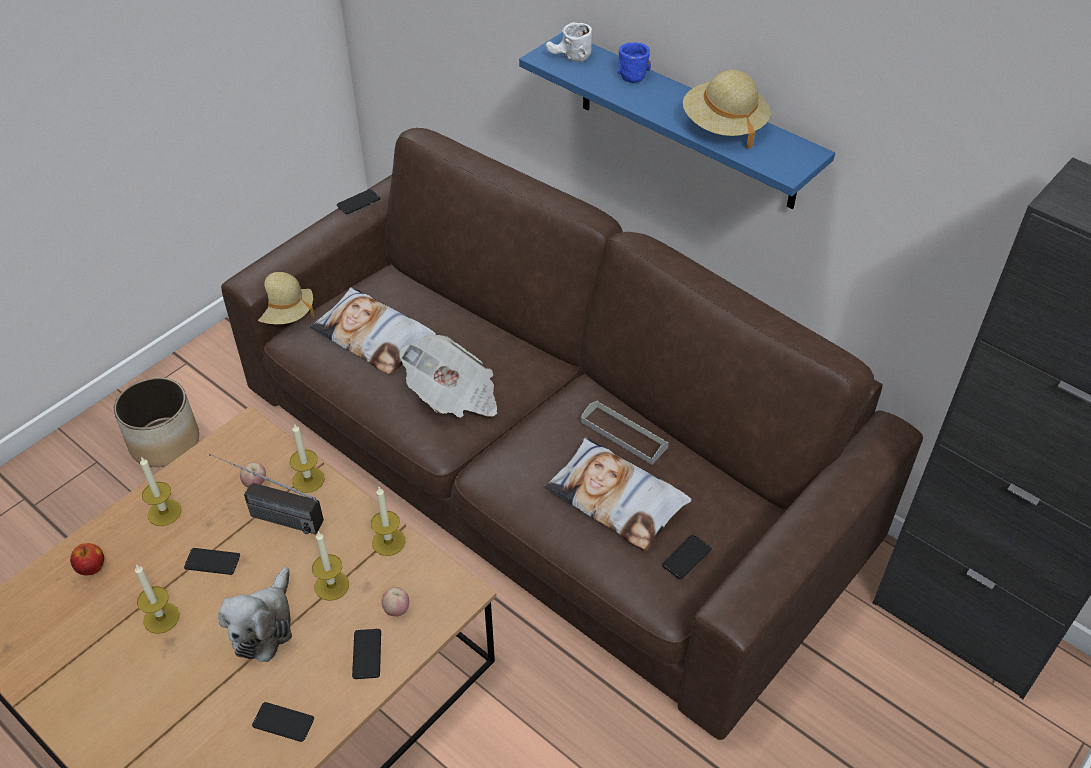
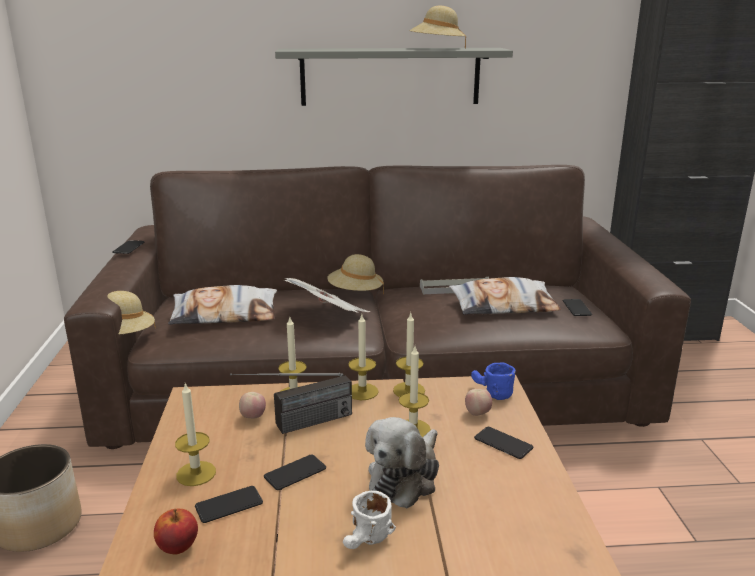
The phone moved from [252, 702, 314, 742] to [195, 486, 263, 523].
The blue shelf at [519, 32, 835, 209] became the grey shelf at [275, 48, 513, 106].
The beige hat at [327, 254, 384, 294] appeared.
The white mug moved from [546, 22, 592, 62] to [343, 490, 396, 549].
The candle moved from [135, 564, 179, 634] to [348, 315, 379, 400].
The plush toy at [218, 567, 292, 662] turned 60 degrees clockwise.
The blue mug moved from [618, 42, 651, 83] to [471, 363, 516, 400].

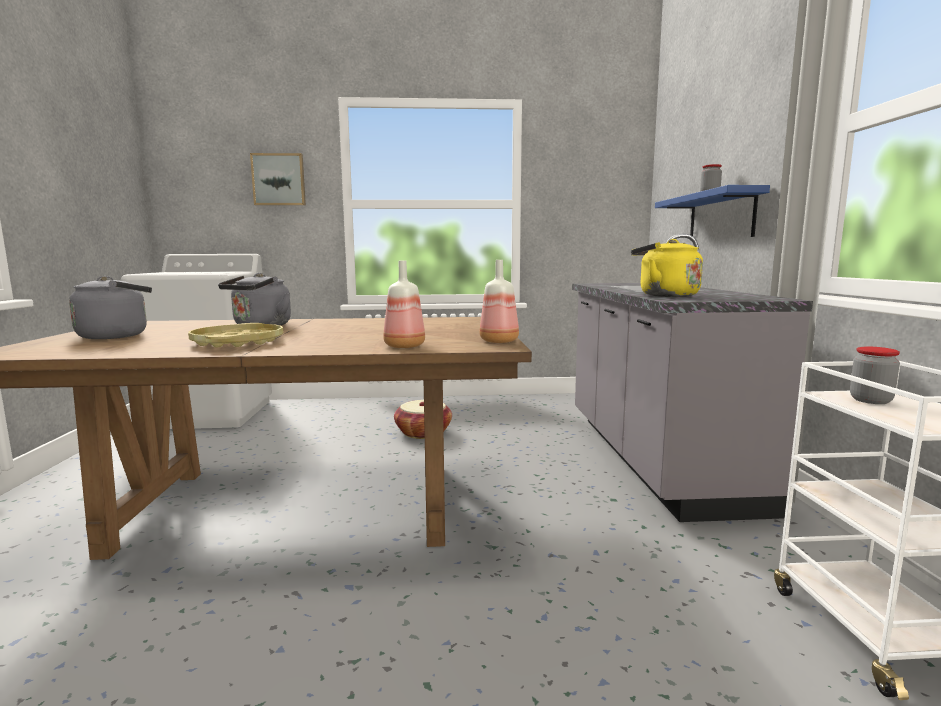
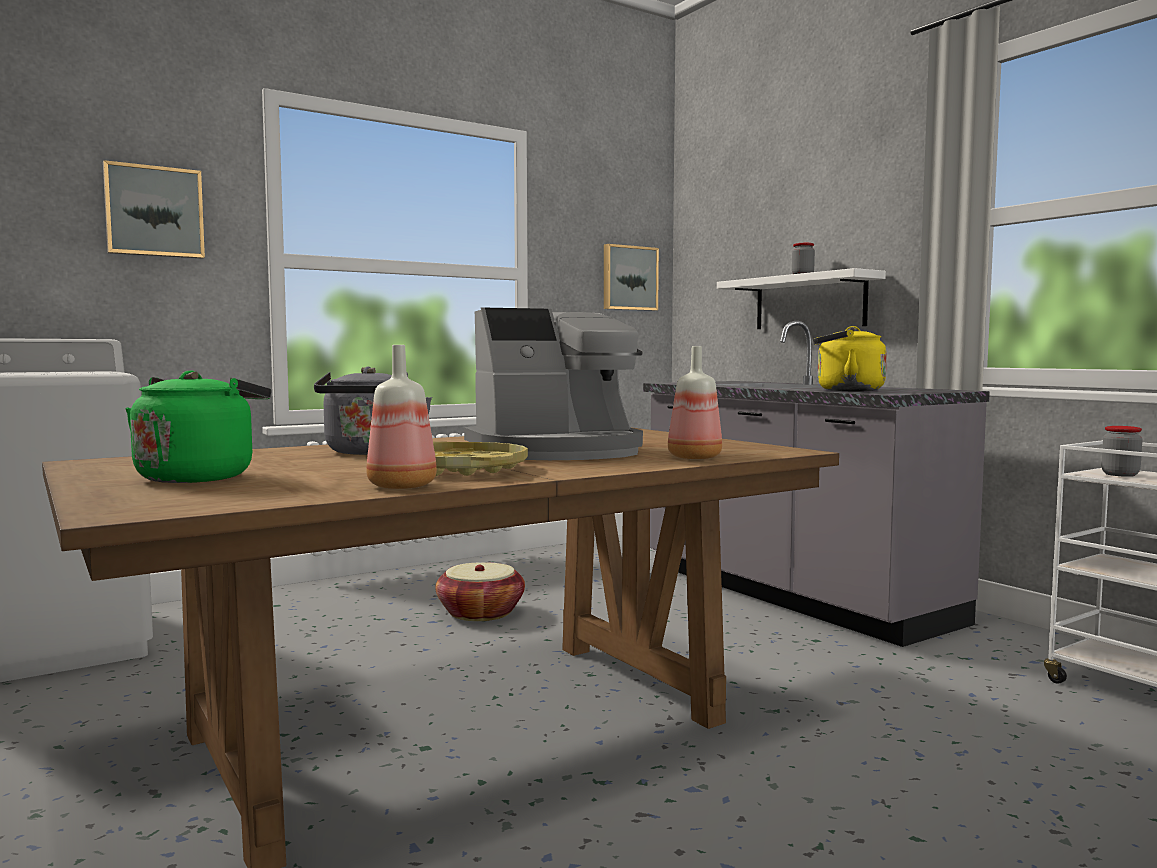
The grey kettle at [69, 276, 152, 339] became the green kettle at [125, 371, 271, 483].
The bottle moved from [480, 260, 519, 343] to [366, 345, 437, 489].
The coffee machine at [464, 307, 643, 460] appeared.
The picture at [604, 244, 659, 311] appeared.
The blue shelf at [655, 185, 770, 237] became the white shelf at [717, 268, 886, 329].

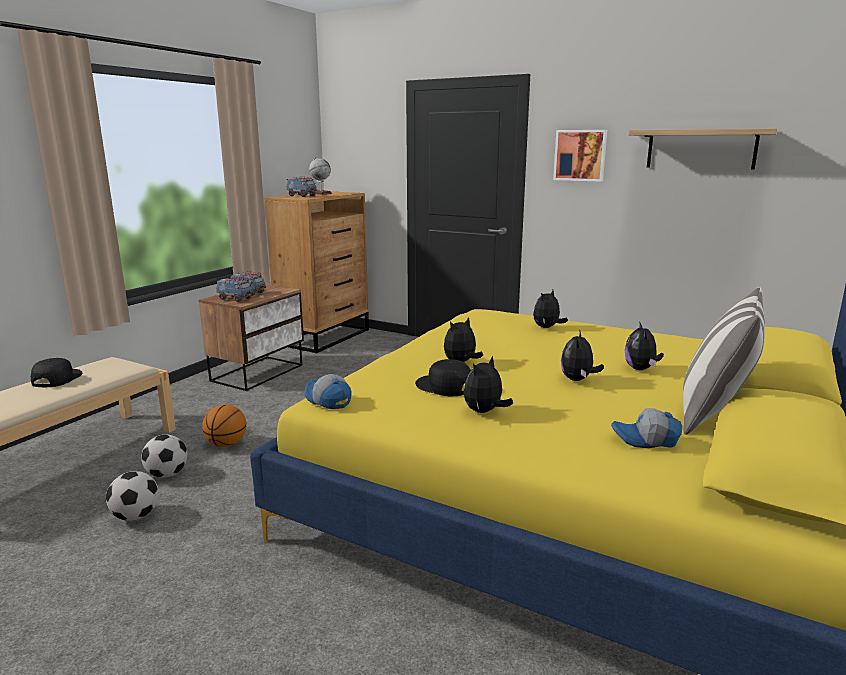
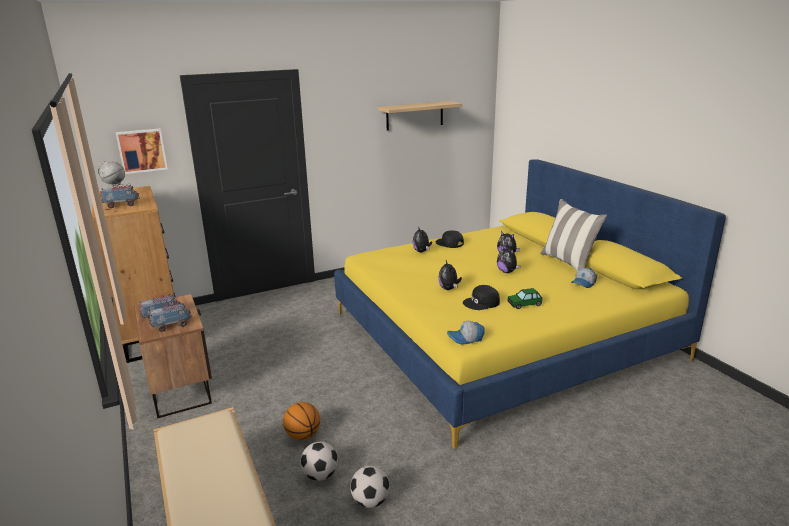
The picture moved from [553, 130, 607, 182] to [116, 128, 168, 174].
The black cap moved from [31, 358, 82, 387] to [436, 231, 464, 248].
The plush toy at [464, 355, 513, 413] was replaced by the toy car at [507, 288, 543, 309].

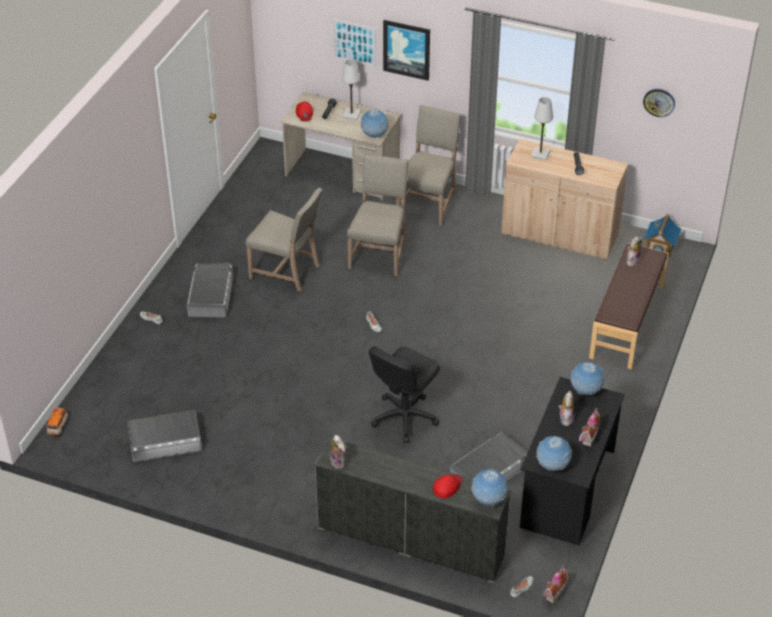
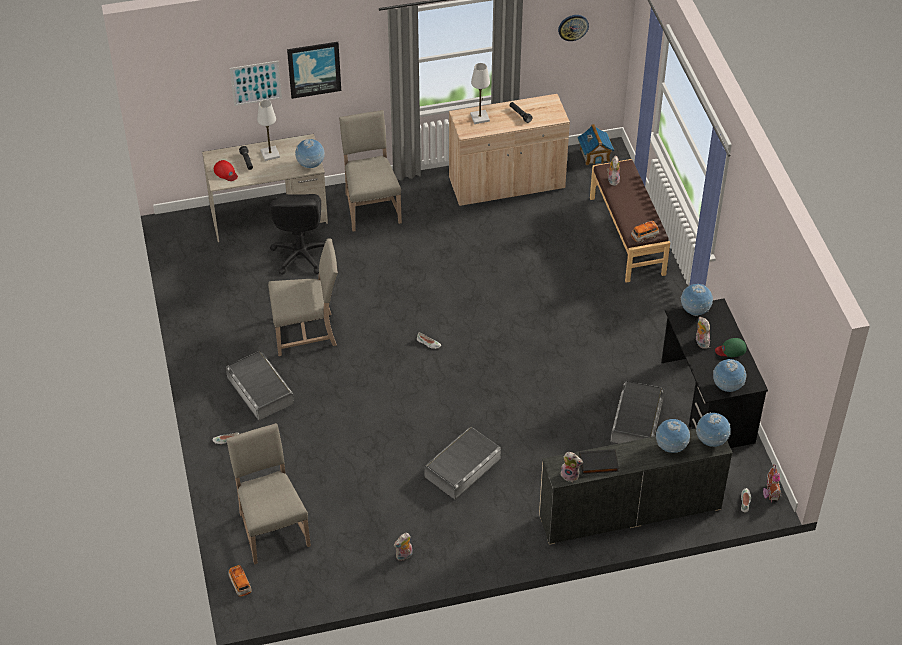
The beige chair moved from [347, 154, 408, 276] to [226, 423, 311, 564].
The black office chair moved from [369, 346, 440, 443] to [270, 194, 325, 274].
The plush toy at [394, 533, 413, 561] appeared.
The grey storage box moved from [127, 410, 202, 462] to [424, 427, 501, 499].
The black book at [579, 449, 619, 474] appeared.
The toy car at [631, 221, 659, 243] appeared.
The red cap at [433, 474, 463, 498] was replaced by the globe at [656, 419, 690, 453].
The toy house at [579, 408, 600, 447] was replaced by the green cap at [715, 338, 747, 357].

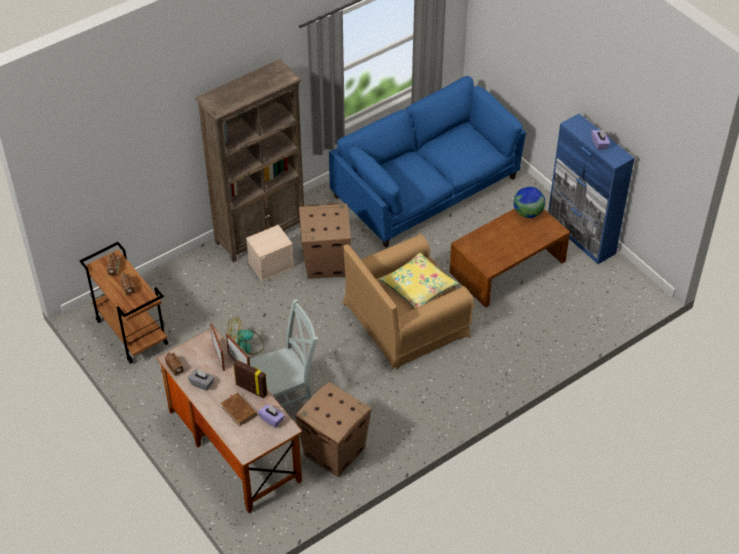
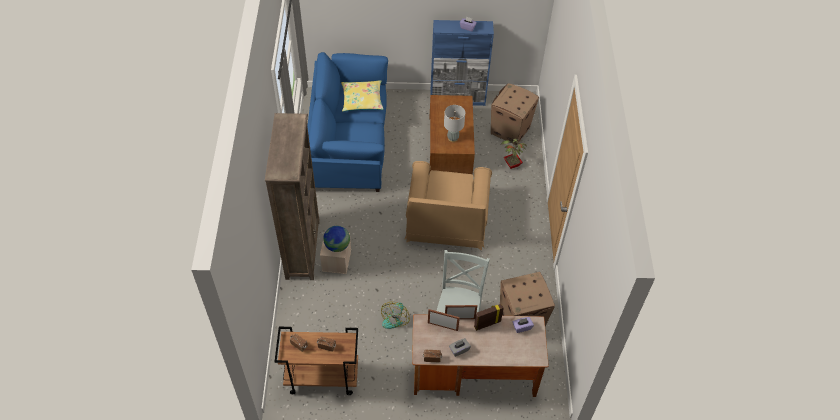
The globe moved from [514, 187, 545, 218] to [323, 226, 350, 252].
The yellow pillow moved from [379, 253, 458, 308] to [341, 80, 383, 112].
The grey table lamp at [444, 105, 465, 142] appeared.
The cardboard box moved from [299, 203, 351, 279] to [491, 83, 539, 145].
The potted plant at [501, 137, 527, 169] appeared.
The brown book at [221, 393, 257, 427] disappeared.

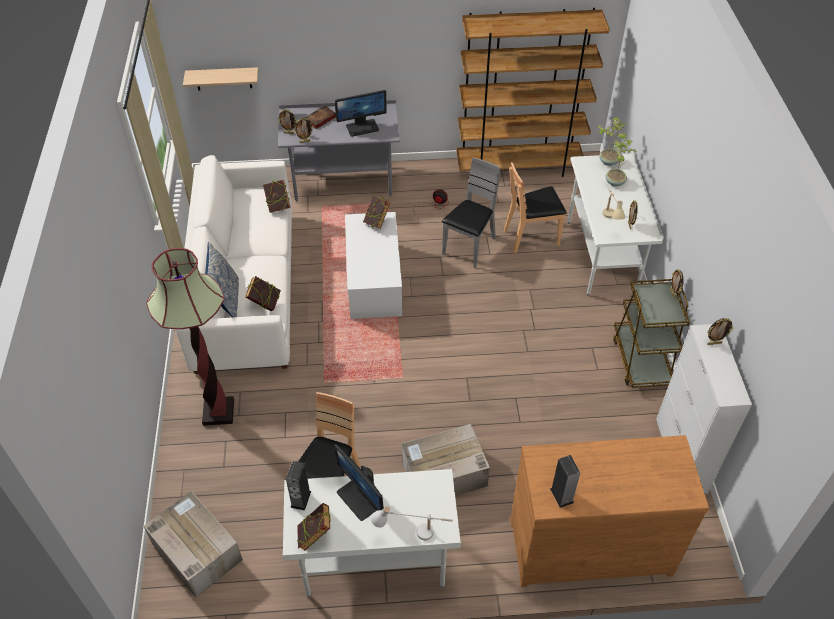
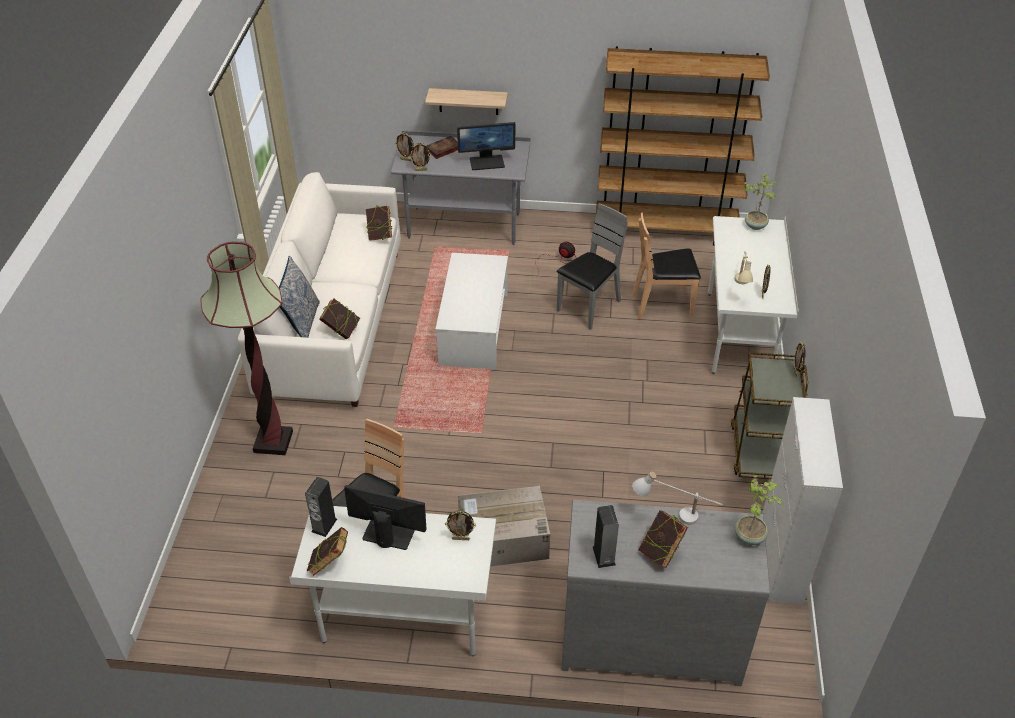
The monitor at [334, 444, 384, 521] turned 135 degrees clockwise.
The shelf moved from [183, 67, 258, 91] to [425, 88, 508, 115].
The picture frame moved from [707, 318, 734, 345] to [445, 510, 476, 540].
The brown dresser at [510, 435, 709, 587] became the grey dresser at [561, 500, 770, 686].
The white table lamp moved from [370, 506, 453, 540] to [632, 472, 722, 525].
The book moved from [363, 196, 390, 229] to [638, 510, 688, 568].
The potted plant moved from [606, 140, 636, 187] to [735, 475, 783, 545].
The cardboard box at [144, 491, 243, 597] disappeared.

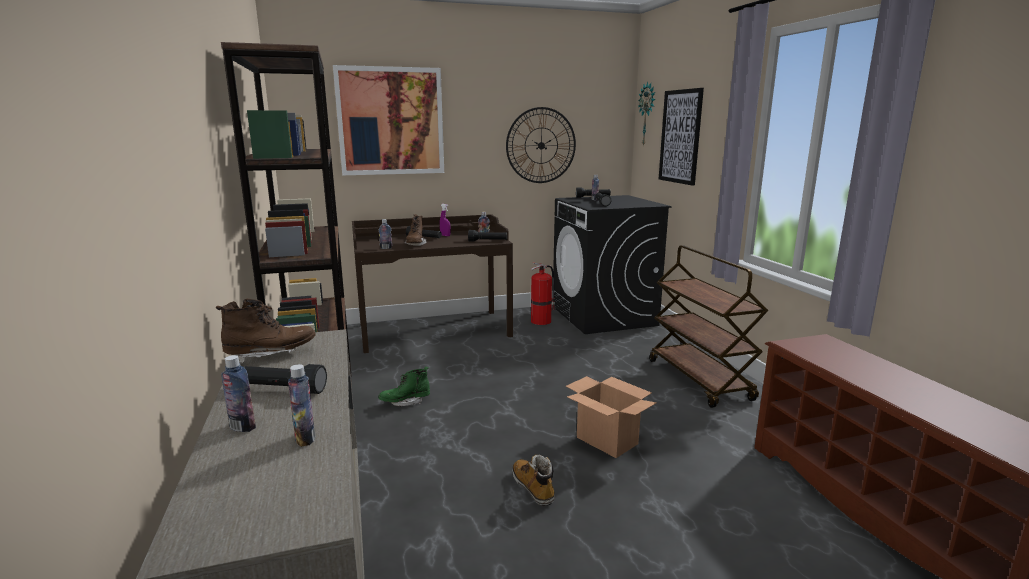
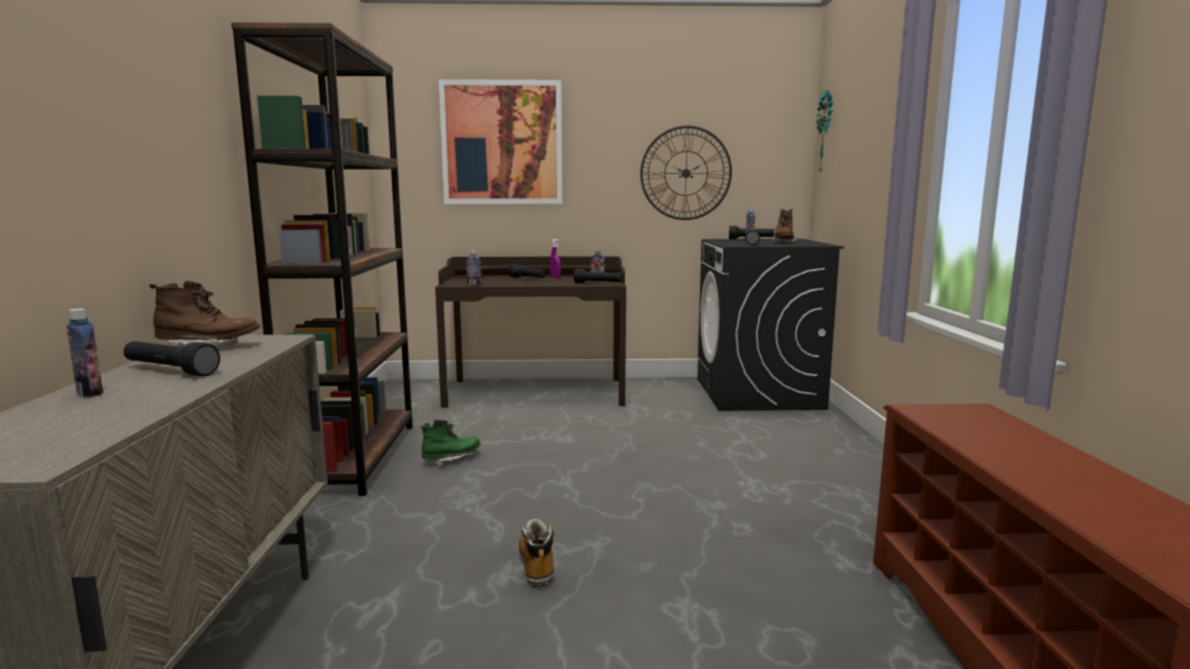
The green boot at [378, 367, 430, 406] turned 150 degrees clockwise.
The brown boot moved from [404, 214, 426, 246] to [771, 209, 797, 243].
The bottle at [288, 364, 315, 447] disappeared.
The fire extinguisher at [531, 263, 556, 325] disappeared.
The cardboard box at [566, 376, 657, 458] disappeared.
The brown cart at [649, 245, 768, 408] disappeared.
The picture at [659, 88, 704, 186] disappeared.

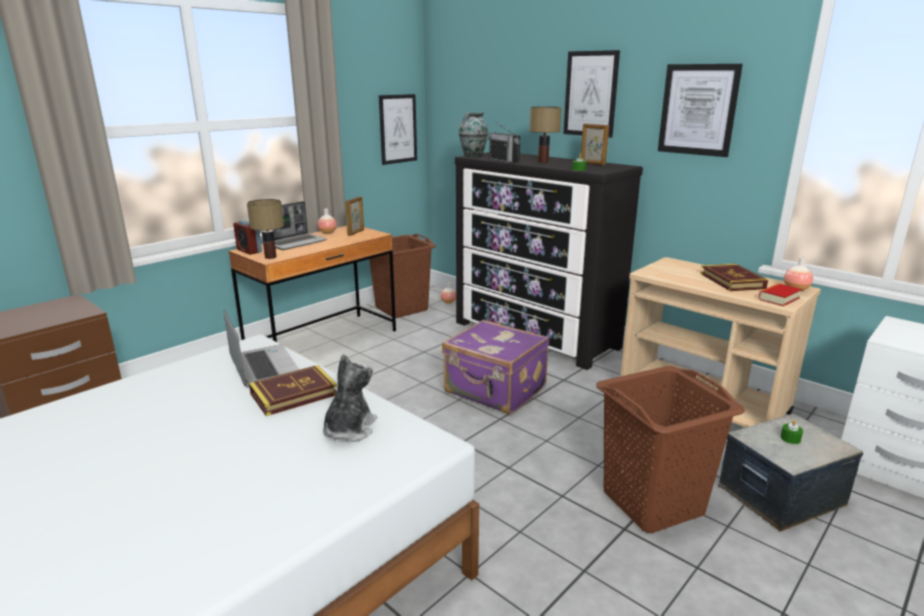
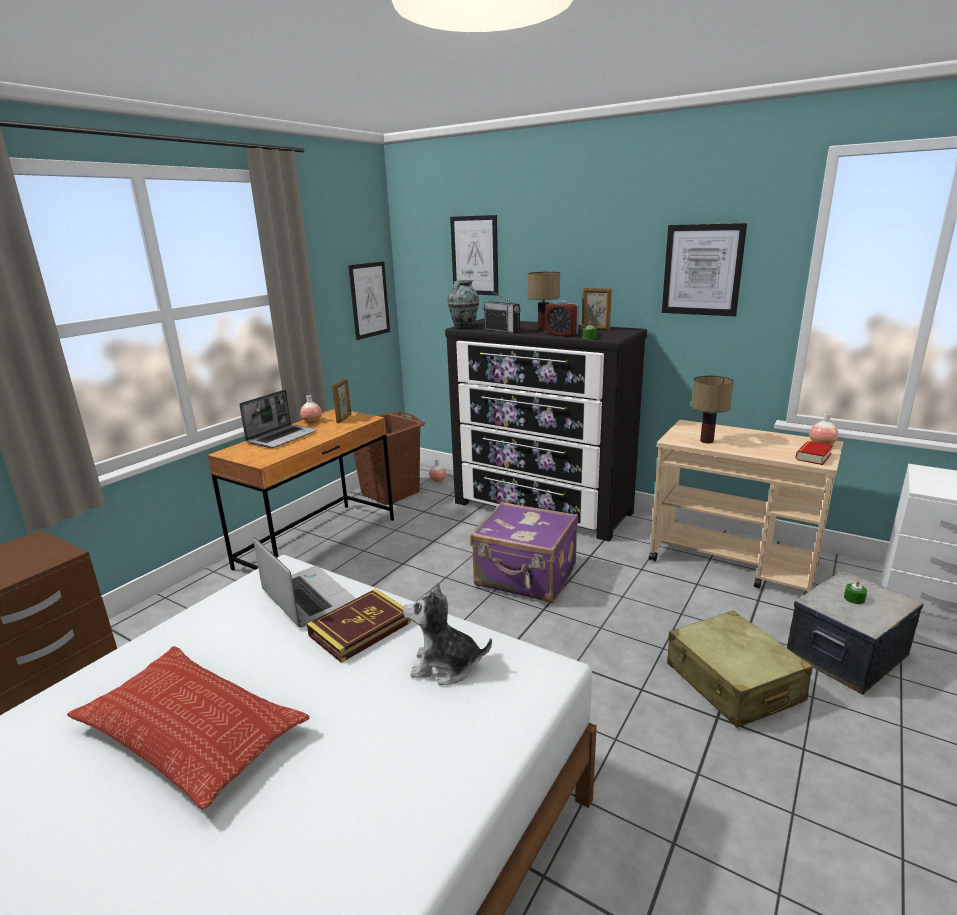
The pillow at [67, 646, 310, 810] appeared.
The plush toy at [323, 354, 377, 442] turned 90 degrees counterclockwise.
The picture moved from [563, 50, 620, 138] to [450, 215, 498, 295].
The alarm clock moved from [233, 220, 262, 255] to [545, 300, 579, 337].
The brown laundry basket at [596, 366, 745, 533] was replaced by the beige suitcase at [667, 610, 813, 728].
The table lamp moved from [247, 199, 284, 259] to [691, 376, 734, 444].
The book at [701, 264, 768, 291] disappeared.

